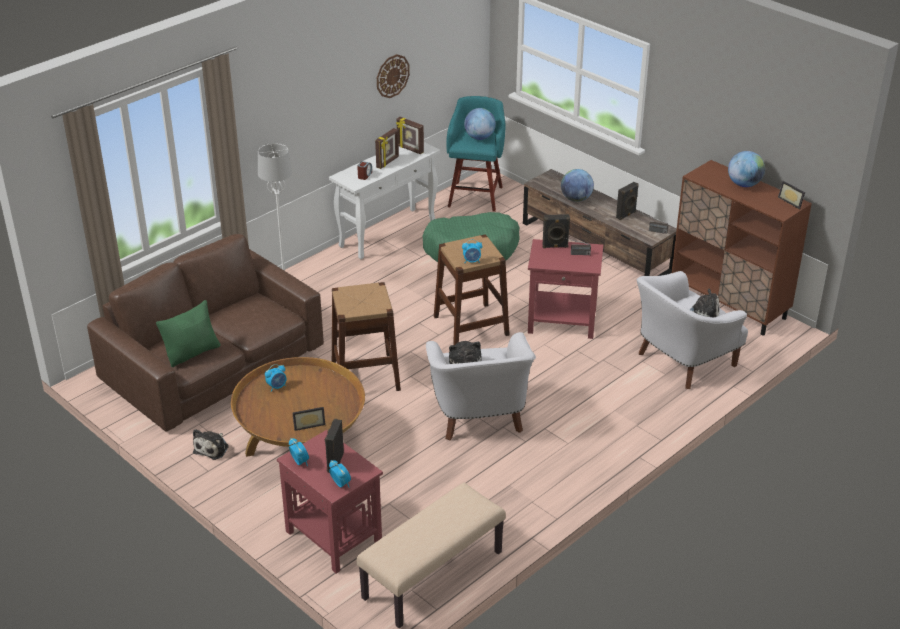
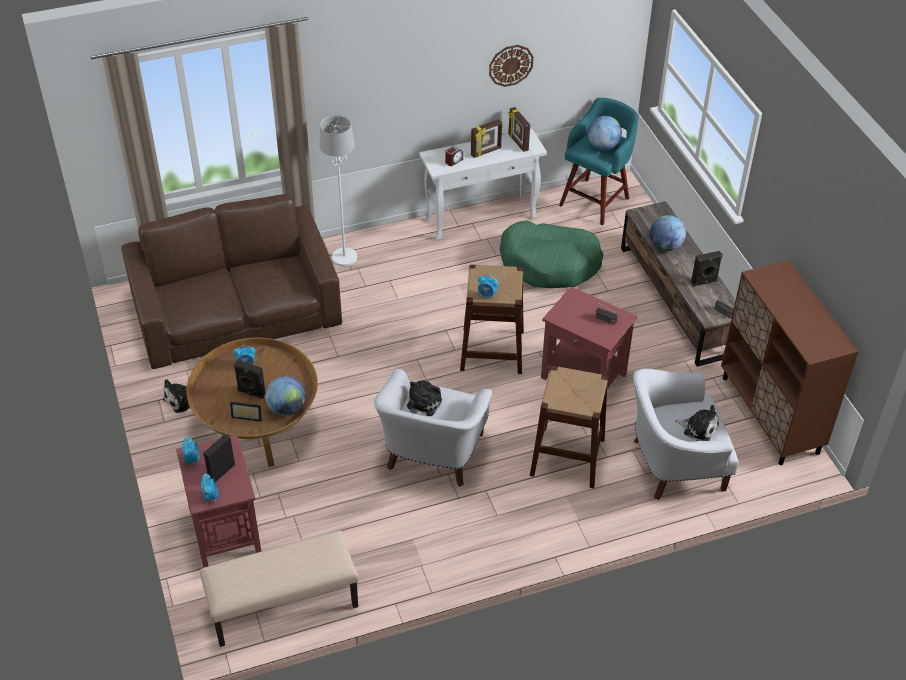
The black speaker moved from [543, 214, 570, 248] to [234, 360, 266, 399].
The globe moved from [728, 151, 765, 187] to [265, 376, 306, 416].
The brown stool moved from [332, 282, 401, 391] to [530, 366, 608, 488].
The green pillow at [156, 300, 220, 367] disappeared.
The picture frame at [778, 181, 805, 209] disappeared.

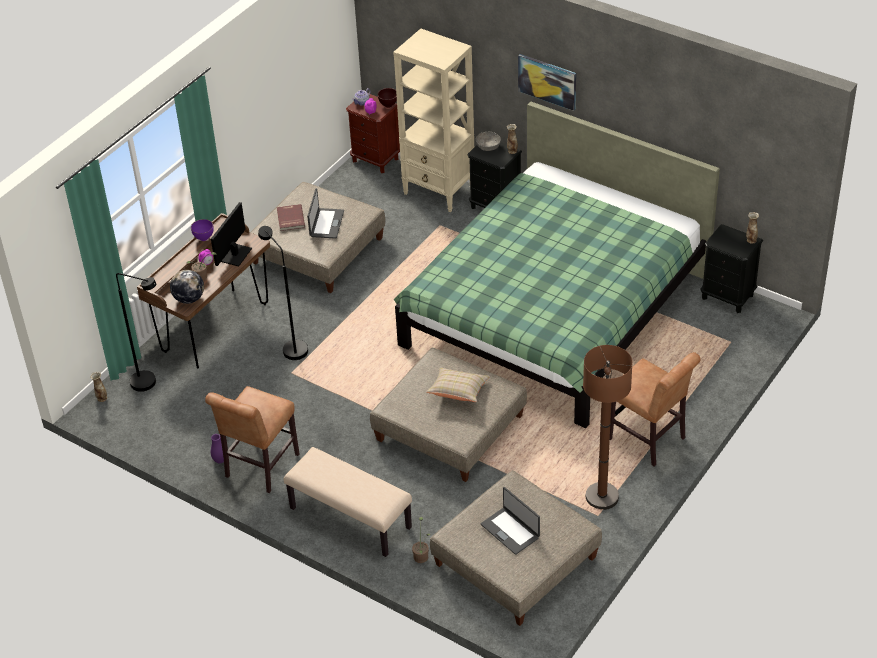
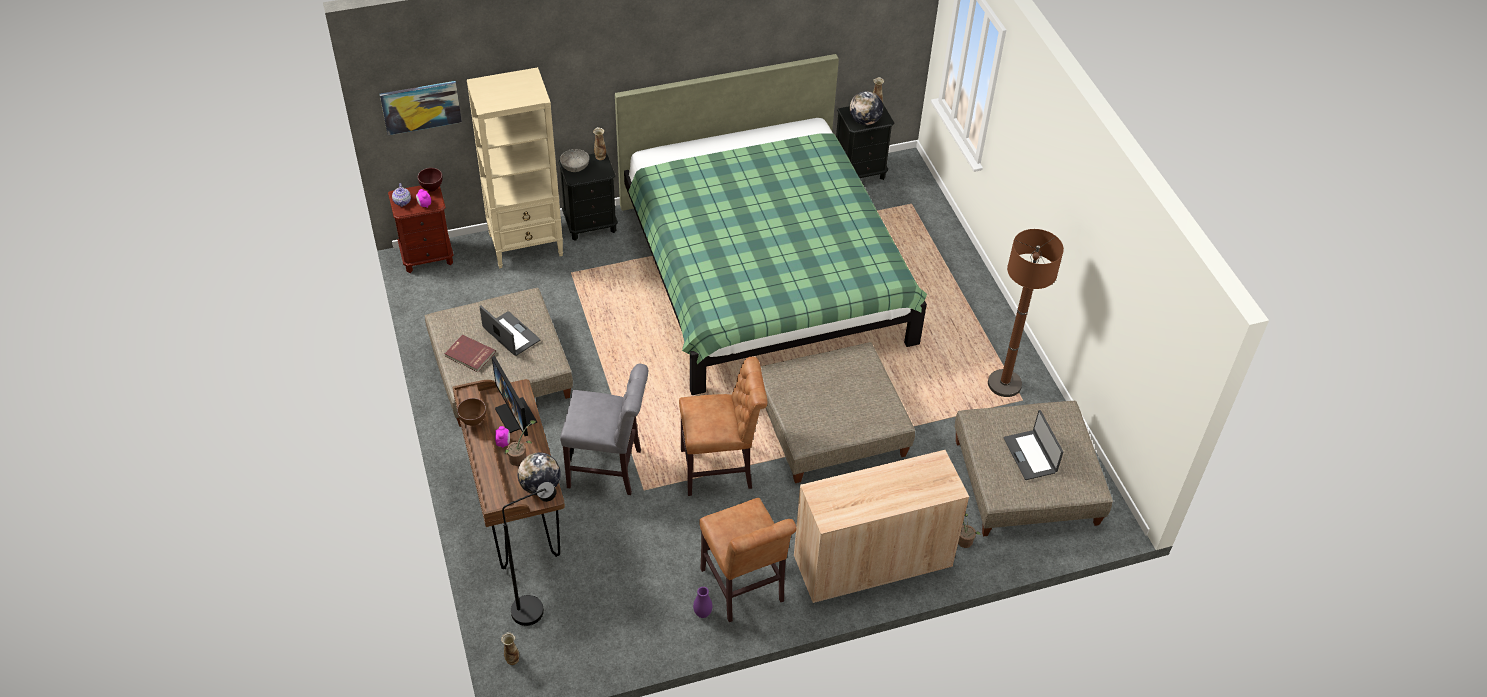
The picture moved from [518, 54, 576, 111] to [380, 81, 462, 135].
The purple bowl at [191, 219, 214, 241] became the brown bowl at [457, 398, 486, 426].
The black floor lamp at [258, 226, 308, 360] was replaced by the grey chair at [560, 364, 648, 495].
The brown chair moved from [610, 352, 701, 467] to [679, 357, 767, 496].
The beige bench at [284, 447, 412, 557] was replaced by the beige cabinet at [794, 450, 969, 604].
The globe at [850, 91, 883, 125] appeared.
The laptop at [481, 487, 540, 555] turned 75 degrees clockwise.
The beige pillow at [426, 368, 490, 402] disappeared.

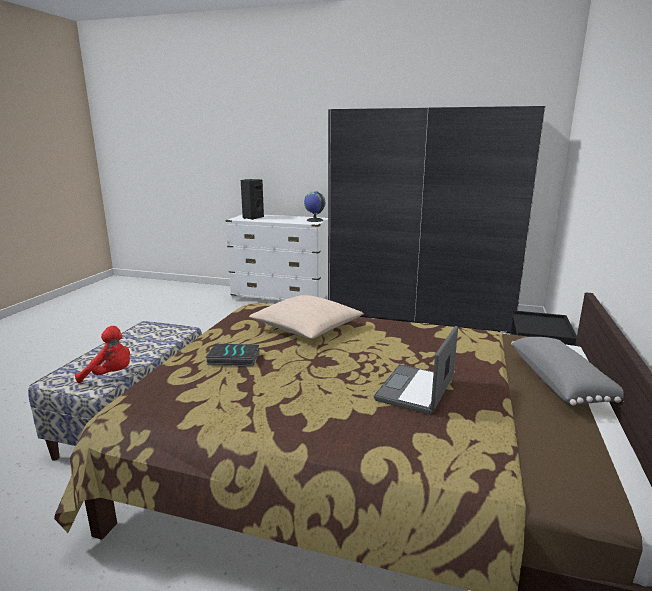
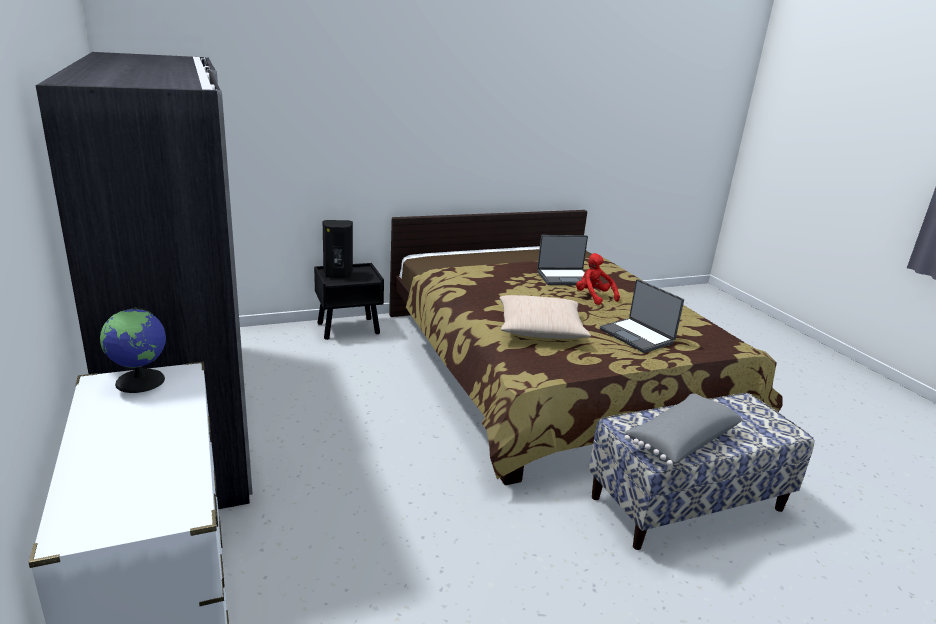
The black speaker moved from [241, 179, 264, 220] to [323, 220, 353, 278].
The red plush toy moved from [75, 326, 130, 383] to [576, 253, 620, 305].
The book at [206, 344, 259, 366] was replaced by the laptop at [600, 279, 684, 353].
The grey pillow moved from [511, 337, 624, 406] to [624, 393, 743, 466].

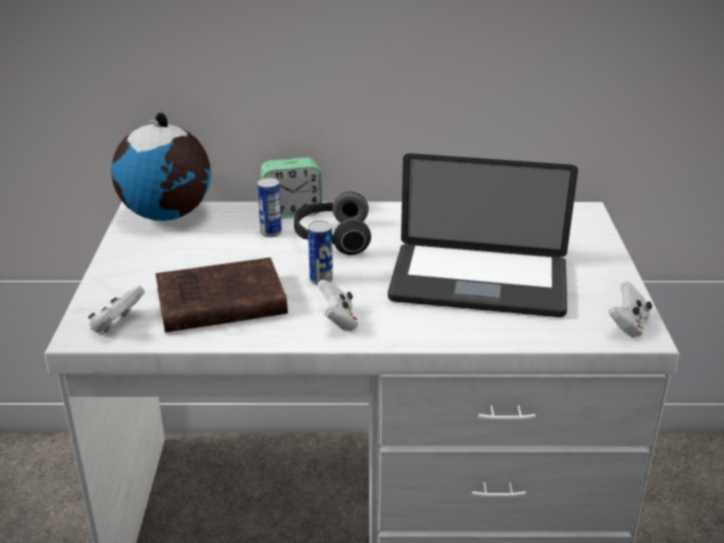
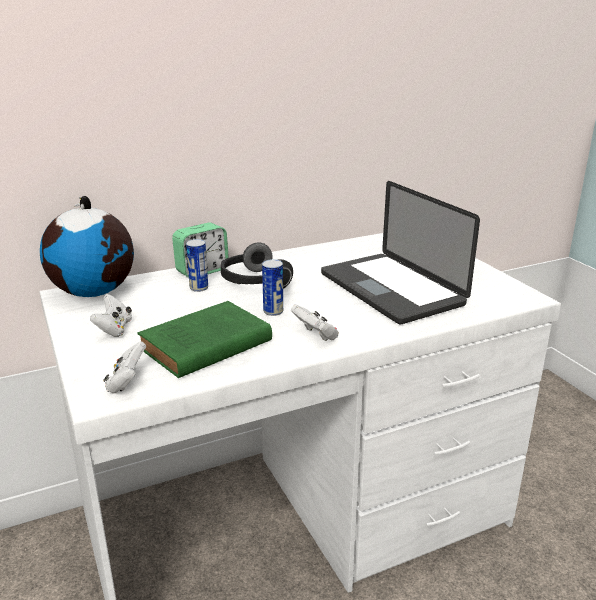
The white game controller moved from [608, 281, 652, 338] to [90, 294, 132, 337].
The brown book at [155, 257, 288, 332] became the green book at [137, 301, 272, 378].
The laptop at [388, 153, 578, 317] turned 75 degrees clockwise.

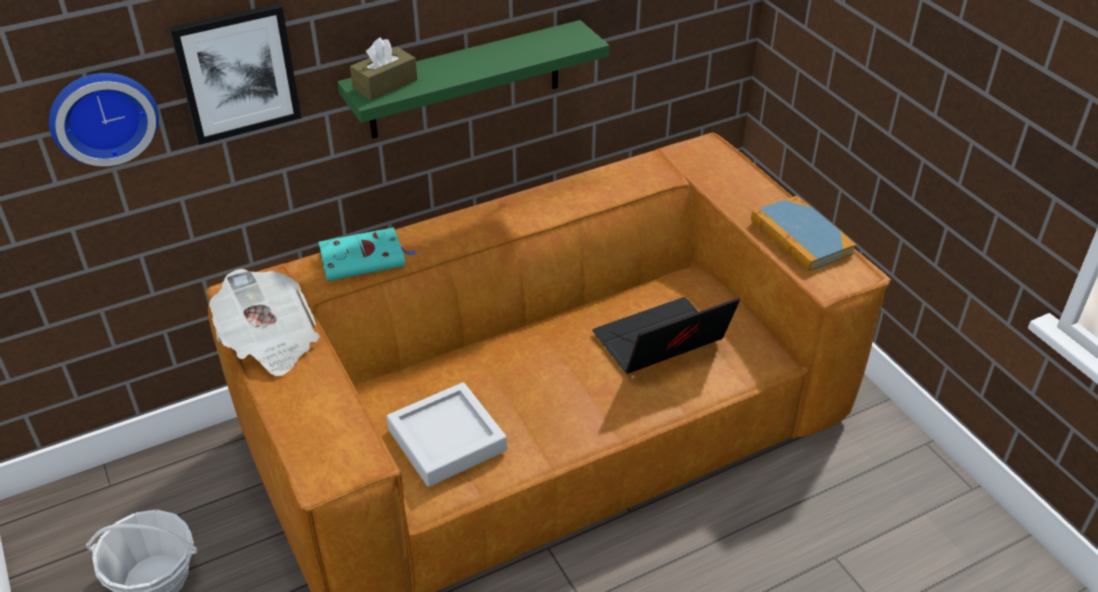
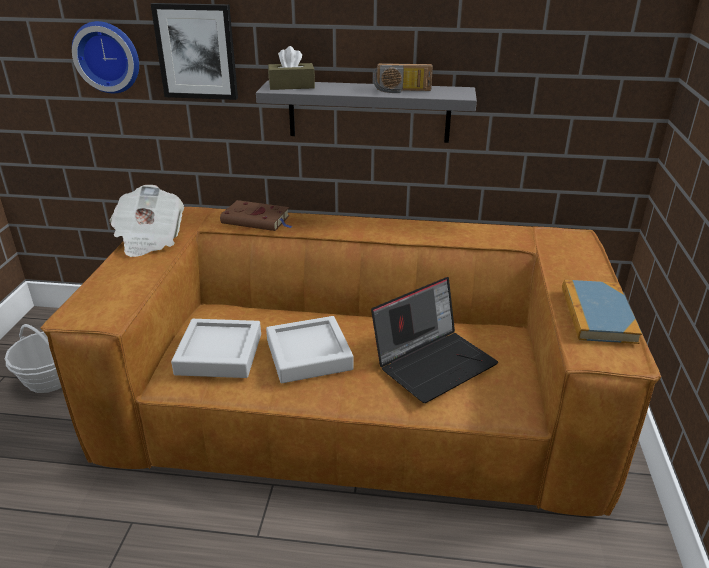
The turquoise book at [318, 227, 417, 281] became the brown book at [220, 200, 292, 231].
The green shelf at [337, 20, 609, 139] became the grey shelf at [256, 80, 477, 143].
The grey tray at [266, 316, 354, 383] appeared.
The laptop at [593, 297, 740, 374] turned 135 degrees clockwise.
The radio at [373, 63, 433, 93] appeared.

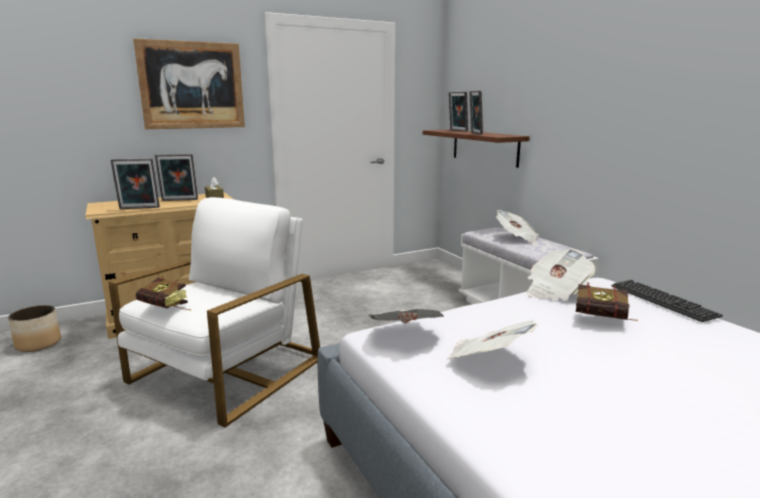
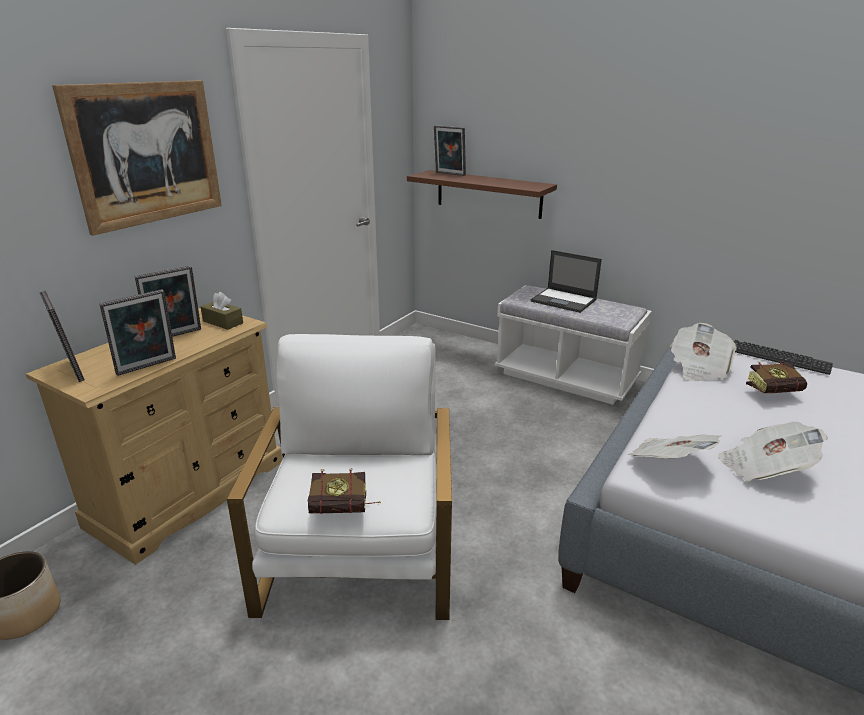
The picture frame moved from [469, 91, 483, 135] to [40, 291, 85, 382].
The newspaper at [496, 210, 539, 243] was replaced by the laptop at [531, 250, 602, 313].

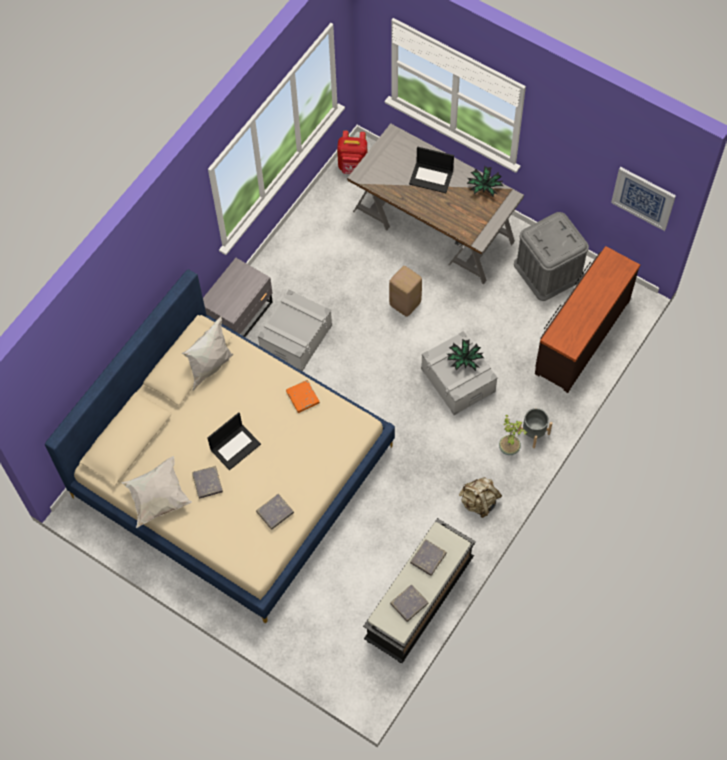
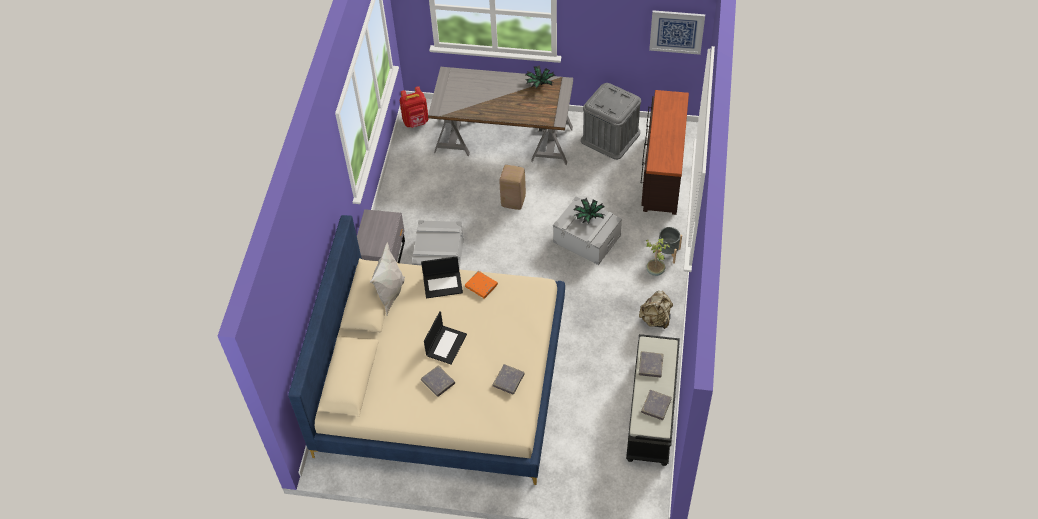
The laptop moved from [409, 147, 454, 193] to [421, 256, 463, 299].
The white pillow at [121, 456, 192, 528] disappeared.

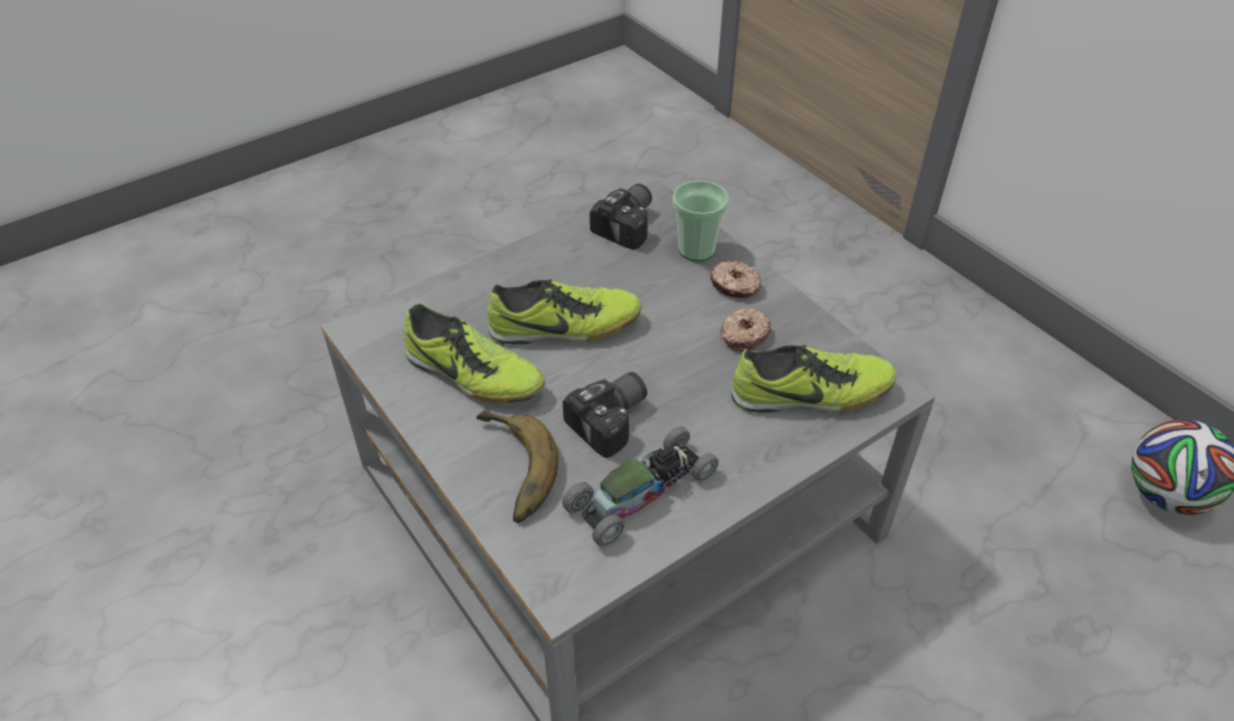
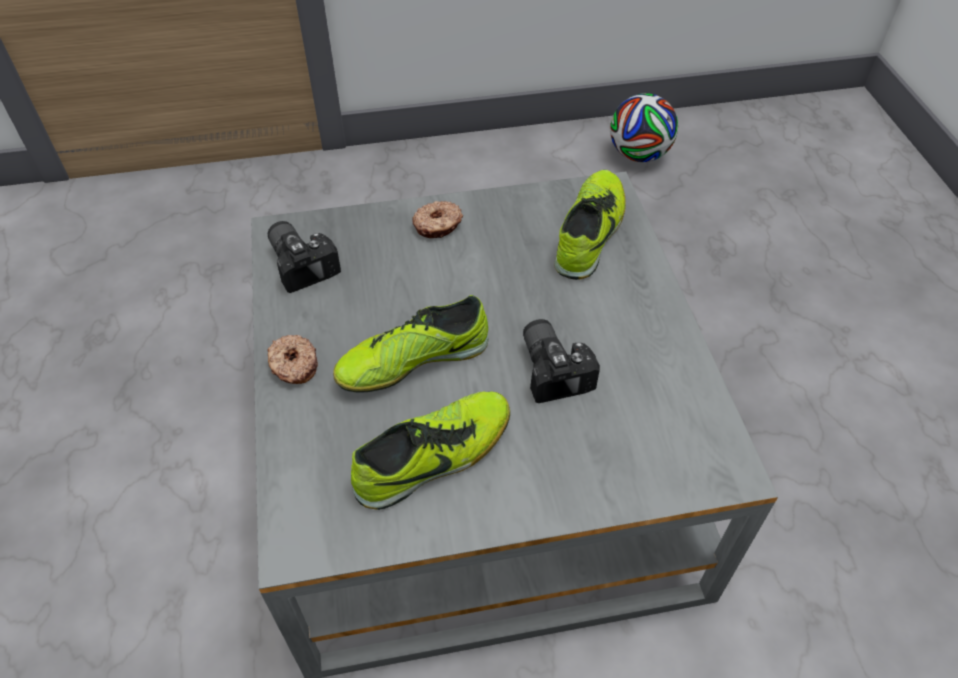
The donut moved from [720, 307, 771, 352] to [267, 335, 318, 384].
The shoe at [487, 279, 641, 344] turned 135 degrees counterclockwise.
The banana at [476, 409, 558, 523] disappeared.
The toy car at [562, 426, 719, 547] disappeared.
The cup at [673, 180, 729, 262] disappeared.

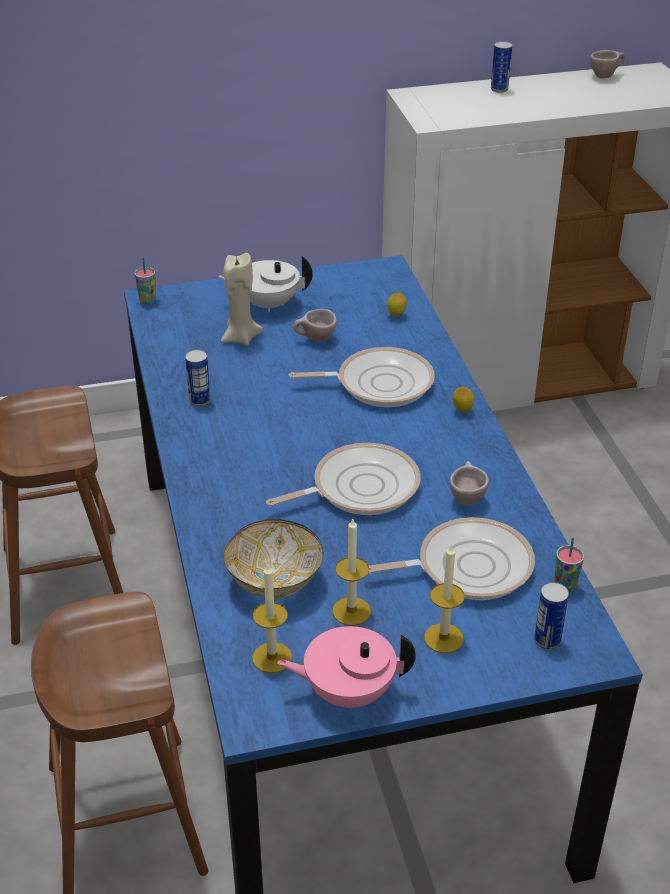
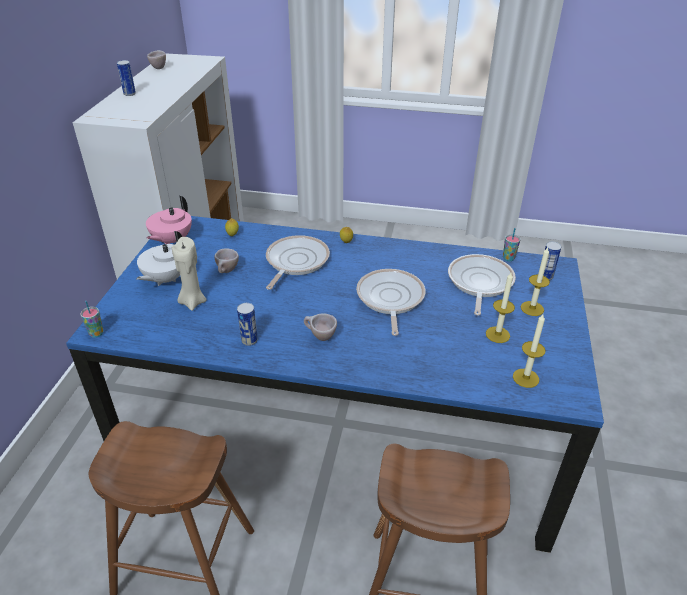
The pink teapot moved from [277, 626, 416, 709] to [146, 196, 192, 244].
The beige cup moved from [450, 461, 489, 506] to [304, 313, 337, 341].
The bowl at [223, 519, 324, 599] disappeared.

